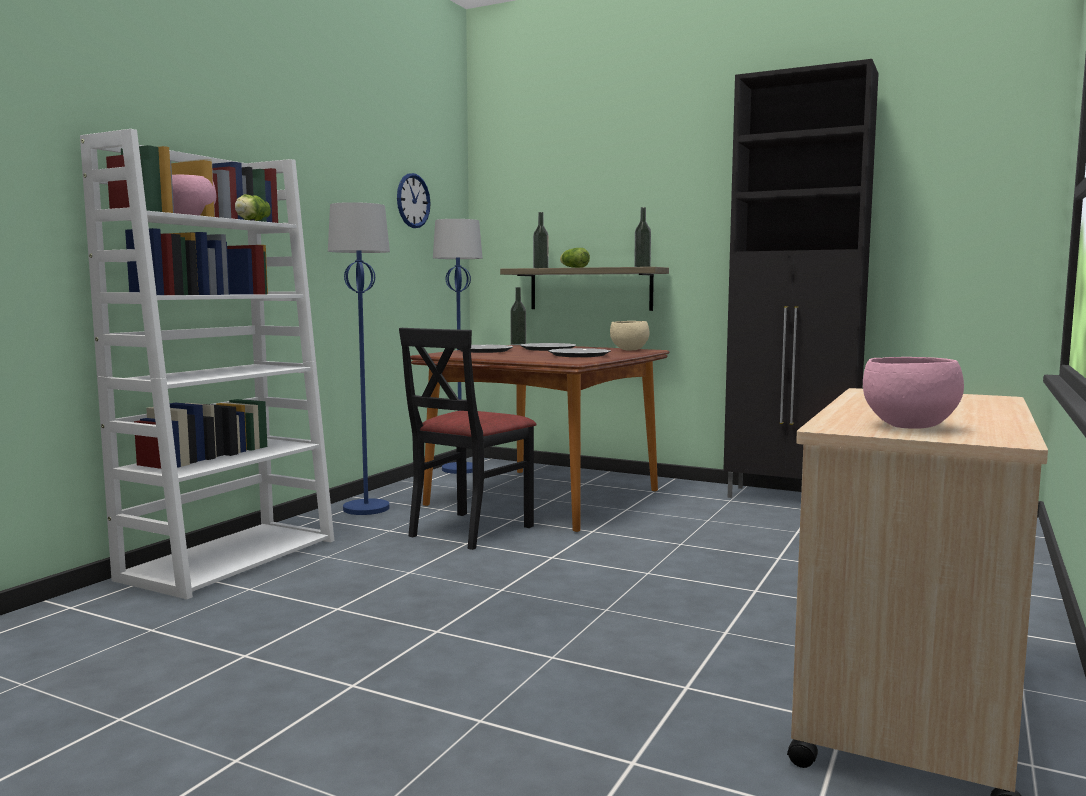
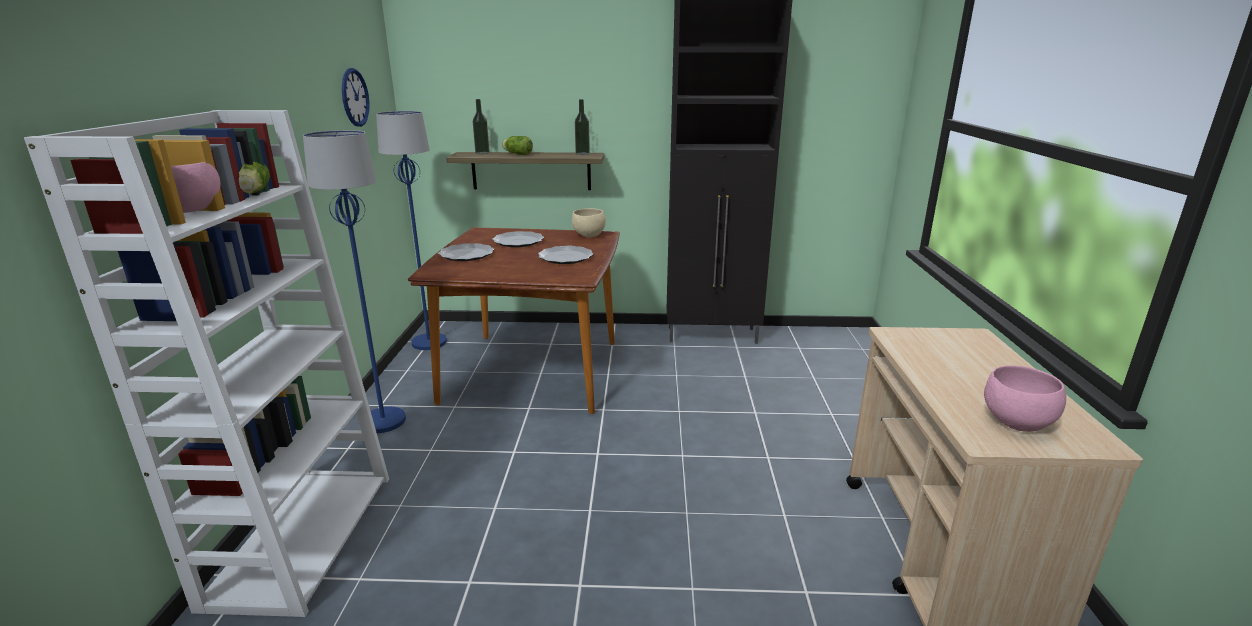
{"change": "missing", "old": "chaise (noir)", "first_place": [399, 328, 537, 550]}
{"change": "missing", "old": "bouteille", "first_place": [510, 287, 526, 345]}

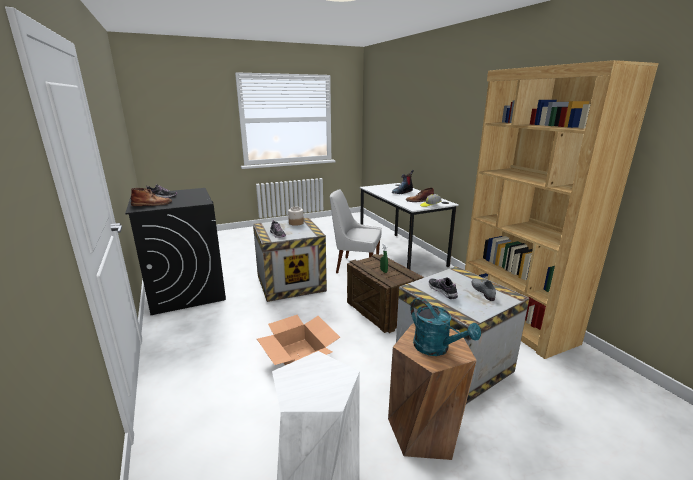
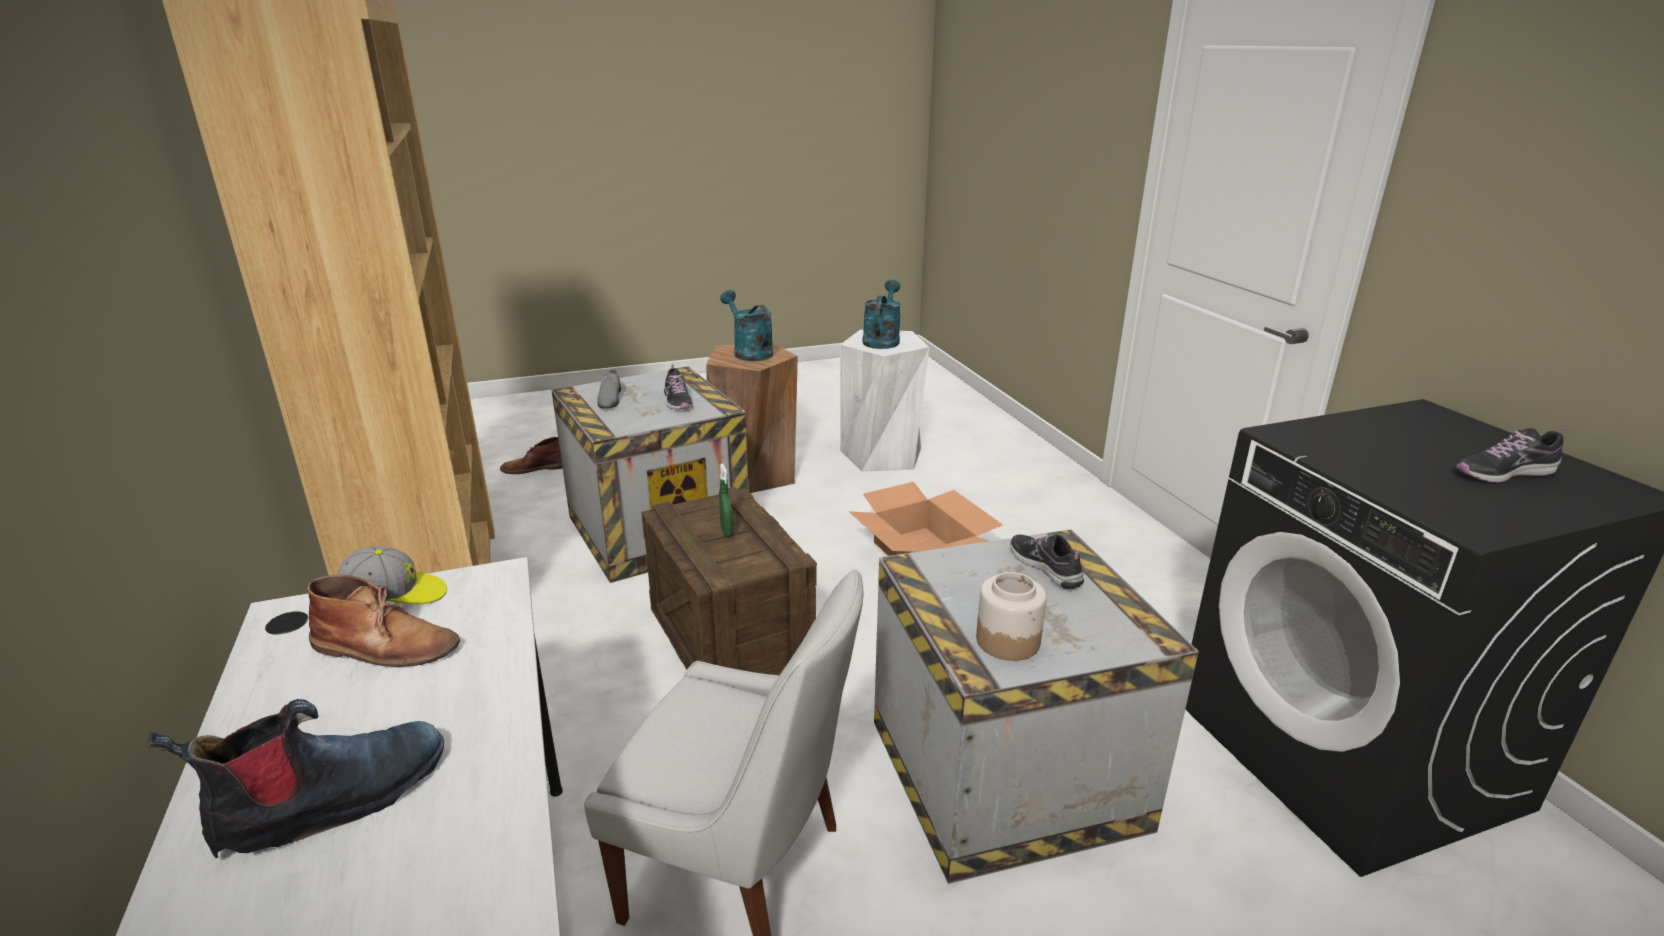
{"change": "appeared", "new": "arrosoir (turquoise)", "second_place": [862, 280, 901, 349]}
{"change": "relocated", "old": "botte (marron)", "first_place": [131, 188, 172, 206], "second_place": [500, 437, 563, 474]}

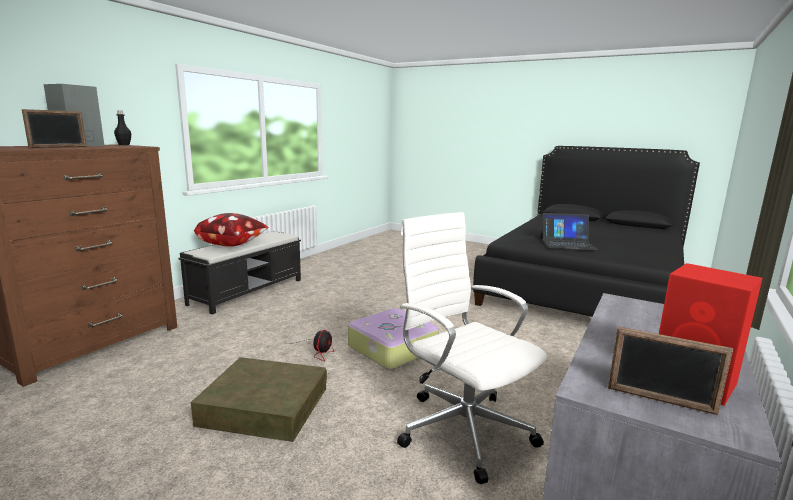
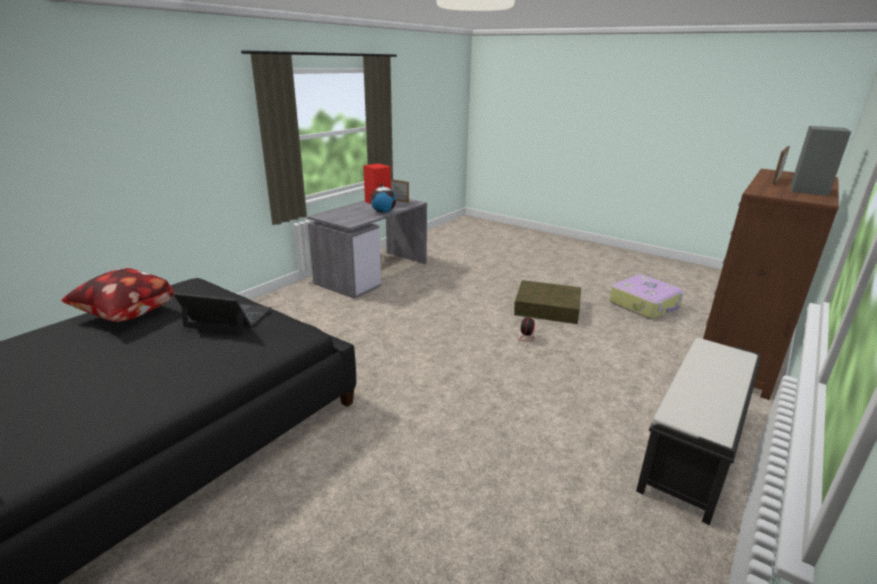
{"change": "missing", "old": "bouteille (noir)", "first_place": [114, 111, 131, 145]}
{"change": "missing", "old": "chaise de bureau (blanc)", "first_place": [397, 212, 547, 484]}
{"change": "appeared", "new": "globe", "second_place": [370, 183, 396, 213]}
{"change": "relocated", "old": "coussin", "first_place": [193, 213, 269, 247], "second_place": [61, 268, 174, 322]}
{"change": "relocated", "old": "valise", "first_place": [348, 308, 439, 370], "second_place": [609, 275, 684, 319]}

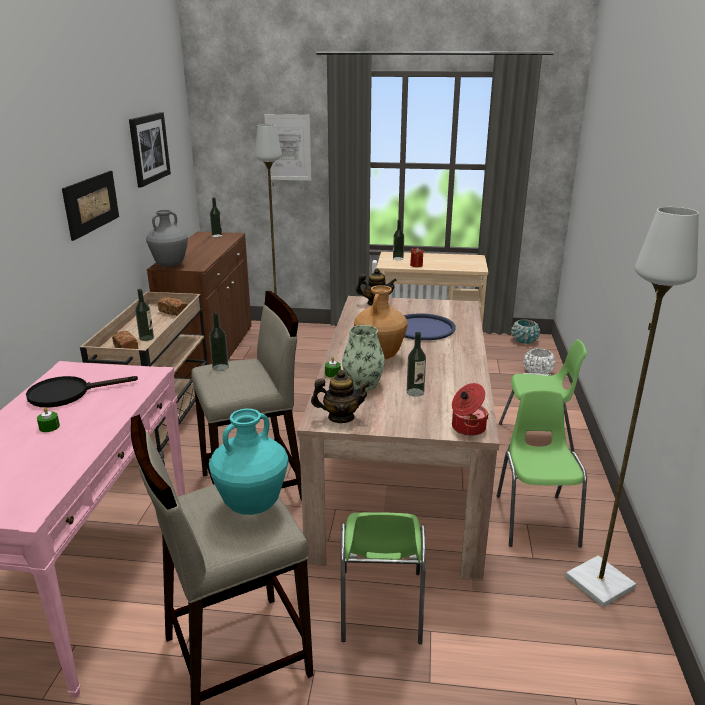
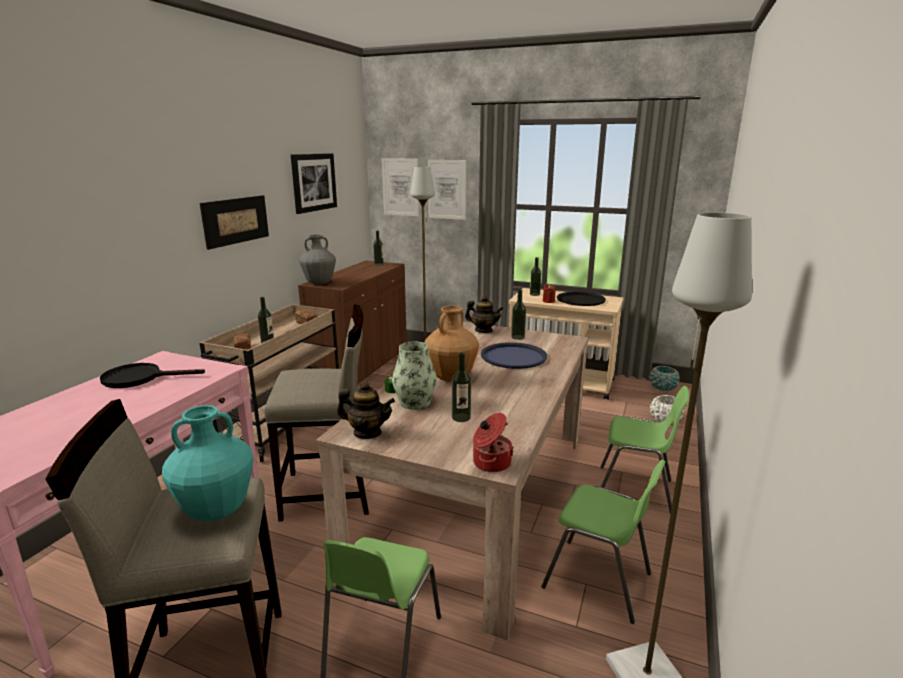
{"change": "missing", "old": "bougie (vert)", "first_place": [37, 407, 60, 432]}
{"change": "appeared", "new": "tableau", "second_place": [382, 158, 419, 216]}
{"change": "appeared", "new": "plateau (noir)", "second_place": [557, 292, 606, 306]}
{"change": "relocated", "old": "bouteille", "first_place": [209, 312, 229, 371], "second_place": [511, 290, 526, 340]}
{"change": "spun", "old": "chaise (vert)", "first_place": [497, 390, 587, 548], "second_place": [541, 460, 666, 624], "degrees": 105}

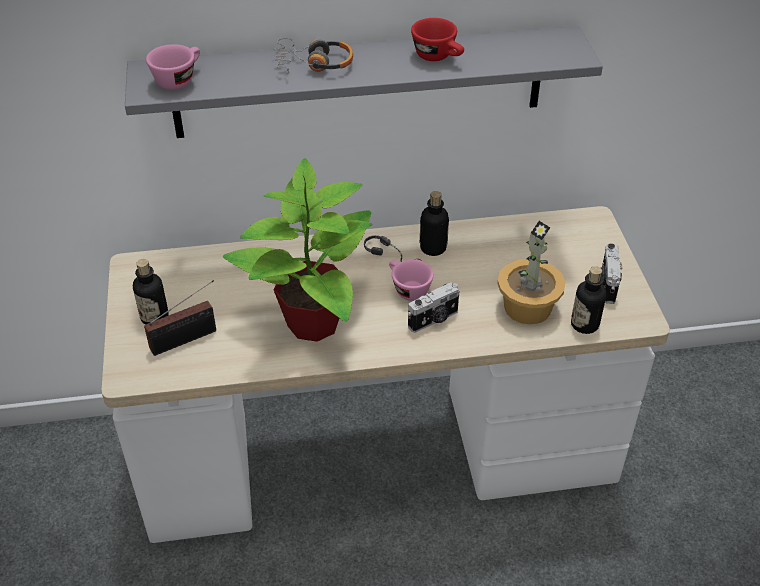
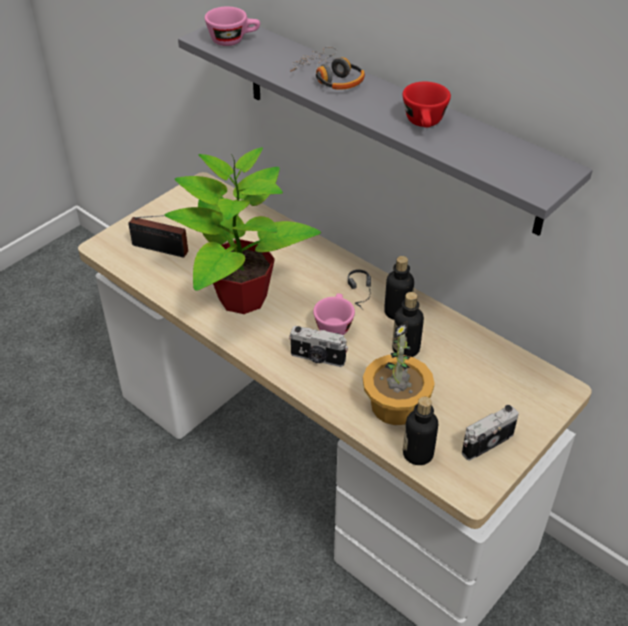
{"change": "relocated", "old": "bouteille", "first_place": [133, 259, 169, 325], "second_place": [392, 292, 424, 357]}

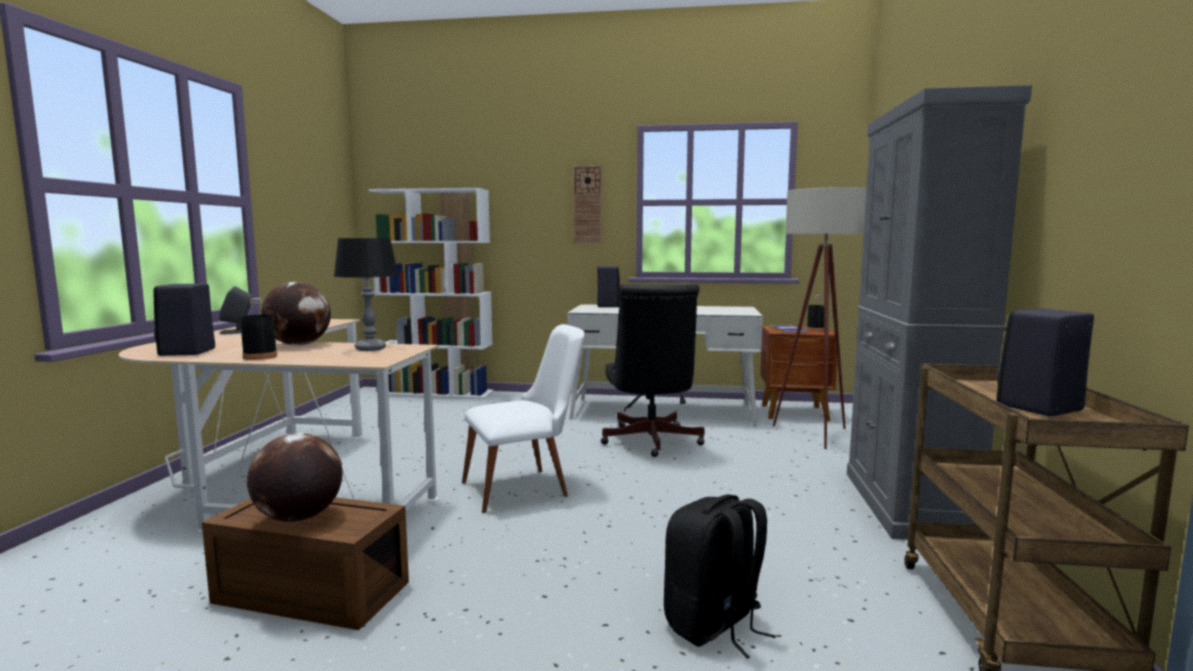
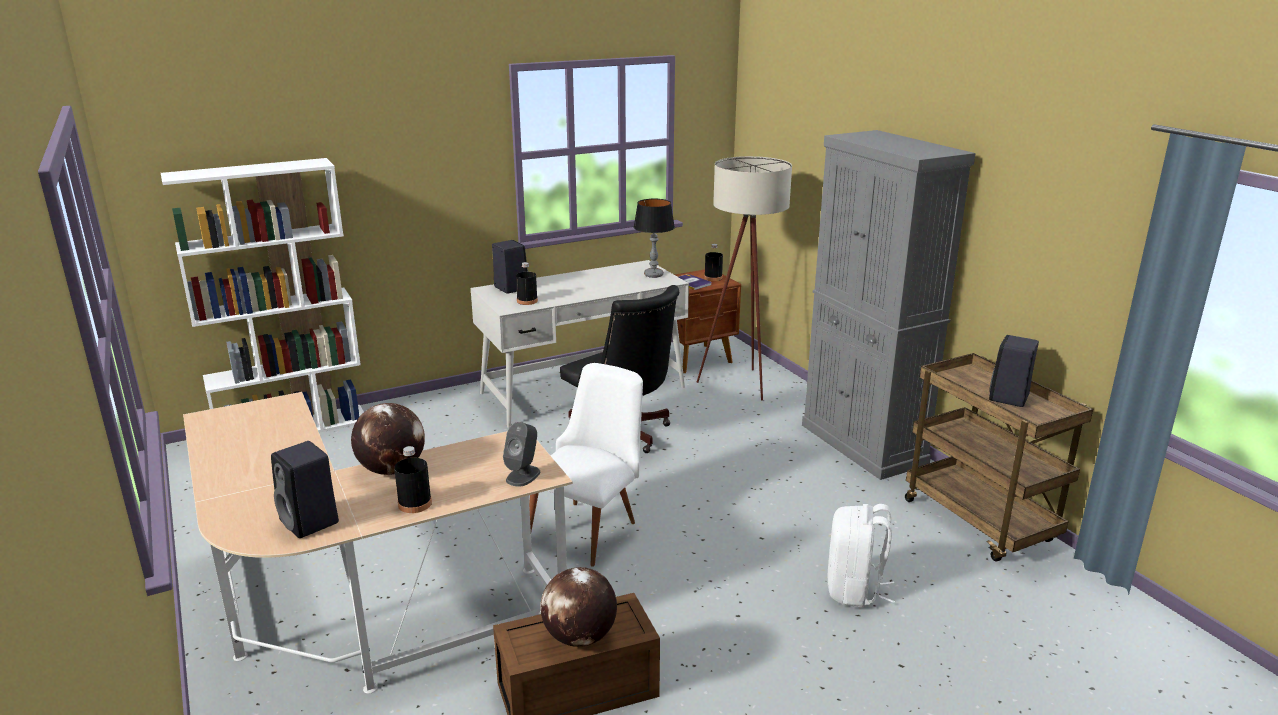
{"change": "missing", "old": "horloge murale", "first_place": [573, 165, 602, 244]}
{"change": "appeared", "new": "bouteille (noir)", "second_place": [516, 262, 538, 305]}
{"change": "relocated", "old": "enceinte (gris)", "first_place": [219, 286, 253, 334], "second_place": [503, 422, 540, 487]}
{"change": "relocated", "old": "lampe de table", "first_place": [334, 238, 399, 351], "second_place": [633, 199, 675, 278]}
{"change": "colour", "old": "sac à dos (noir)", "new": "sac à dos (blanc)", "first_place": [664, 494, 776, 659], "second_place": [828, 504, 895, 608]}

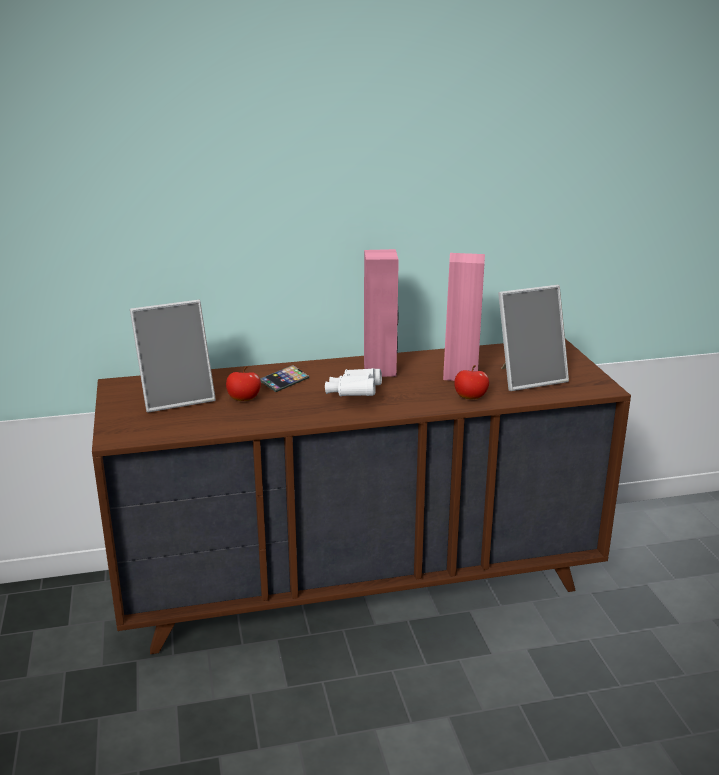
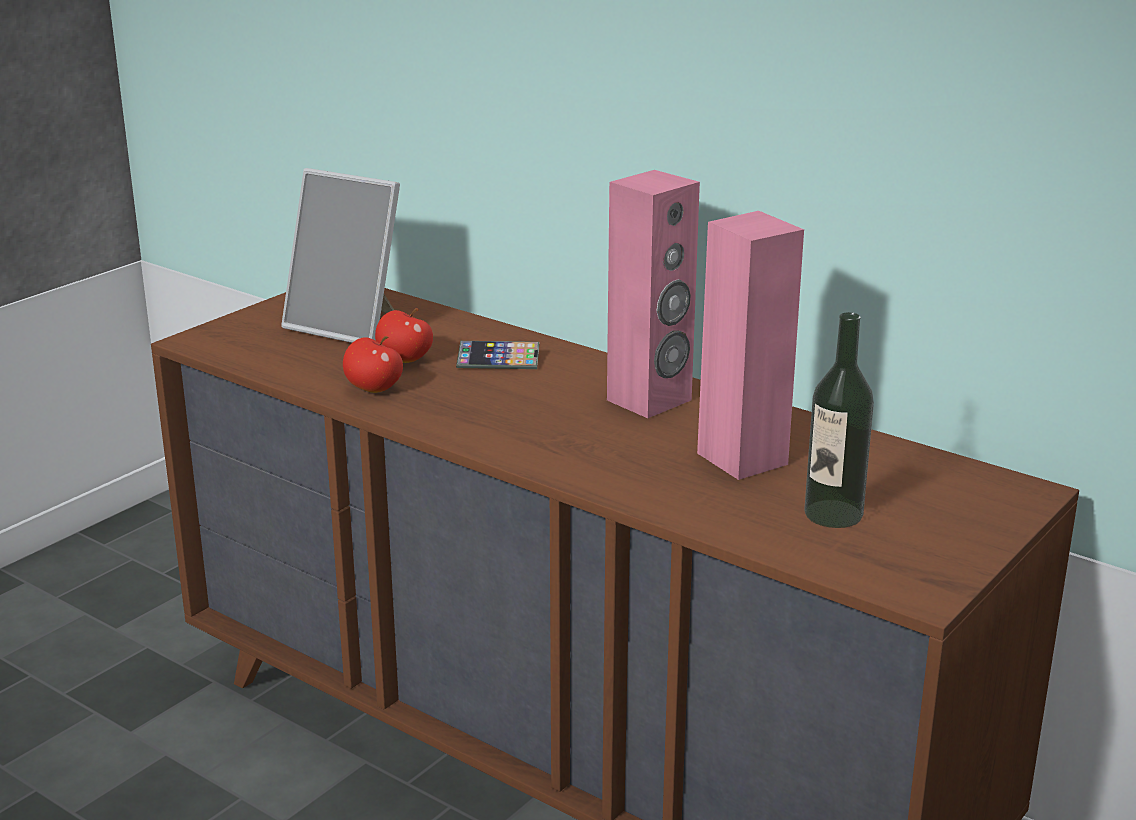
{"change": "missing", "old": "jumelles (blanc)", "first_place": [325, 368, 382, 396]}
{"change": "relocated", "old": "pomme", "first_place": [454, 365, 489, 399], "second_place": [343, 336, 403, 393]}
{"change": "exchanged", "old": "cadre photo", "new": "bouteille", "first_place": [498, 285, 569, 391], "second_place": [805, 312, 874, 528]}

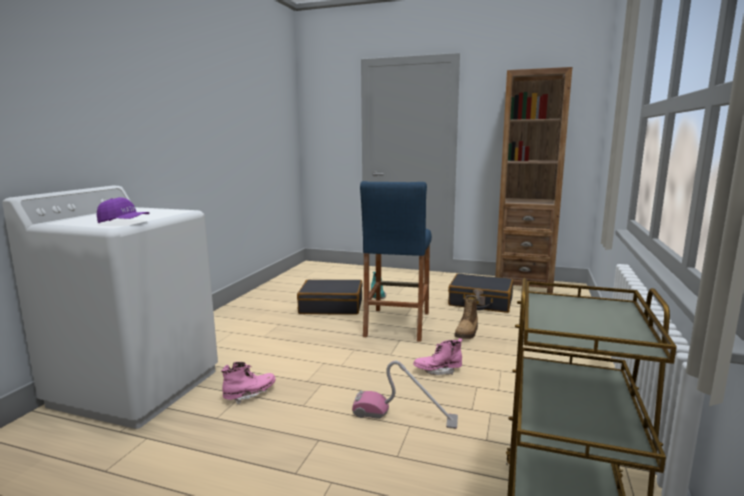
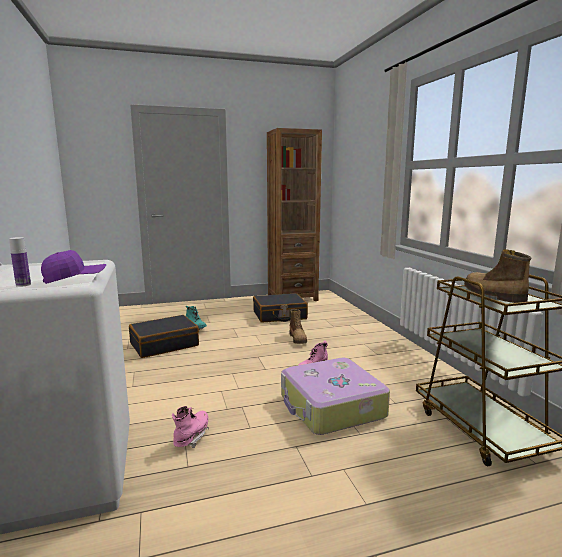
{"change": "missing", "old": "tabouret (bleu)", "first_place": [360, 181, 432, 342]}
{"change": "appeared", "new": "bouteille", "second_place": [9, 237, 31, 287]}
{"change": "appeared", "new": "botte", "second_place": [464, 249, 532, 303]}
{"change": "exchanged", "old": "aspirateur", "new": "valise", "first_place": [352, 361, 458, 429], "second_place": [281, 358, 390, 435]}

